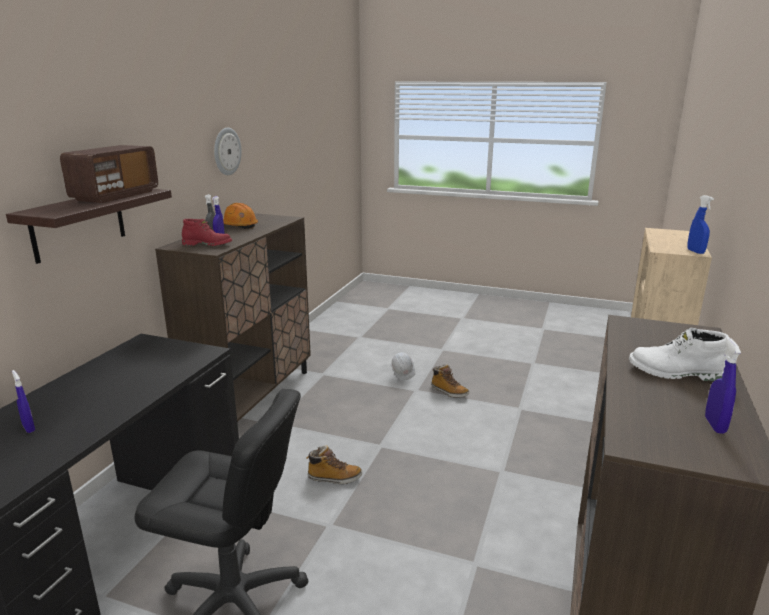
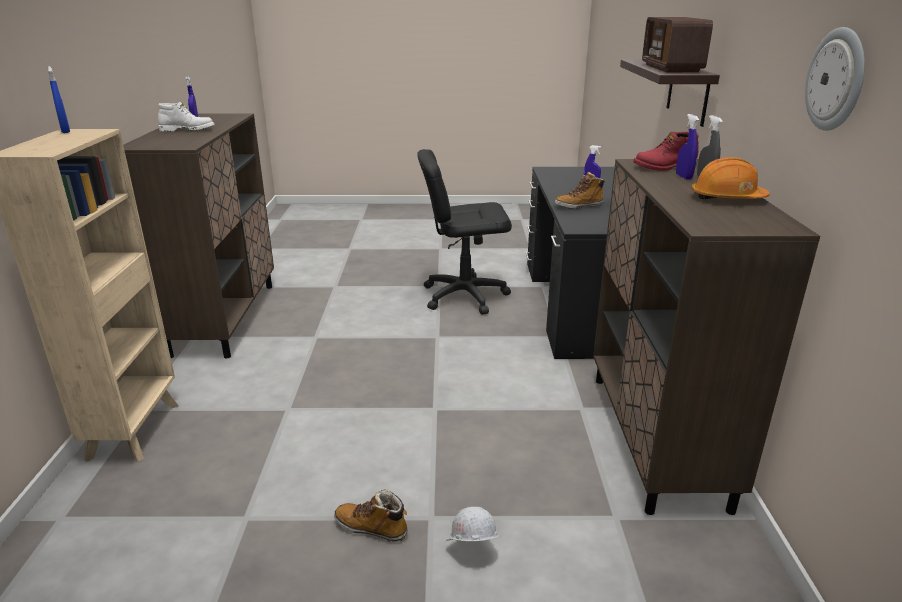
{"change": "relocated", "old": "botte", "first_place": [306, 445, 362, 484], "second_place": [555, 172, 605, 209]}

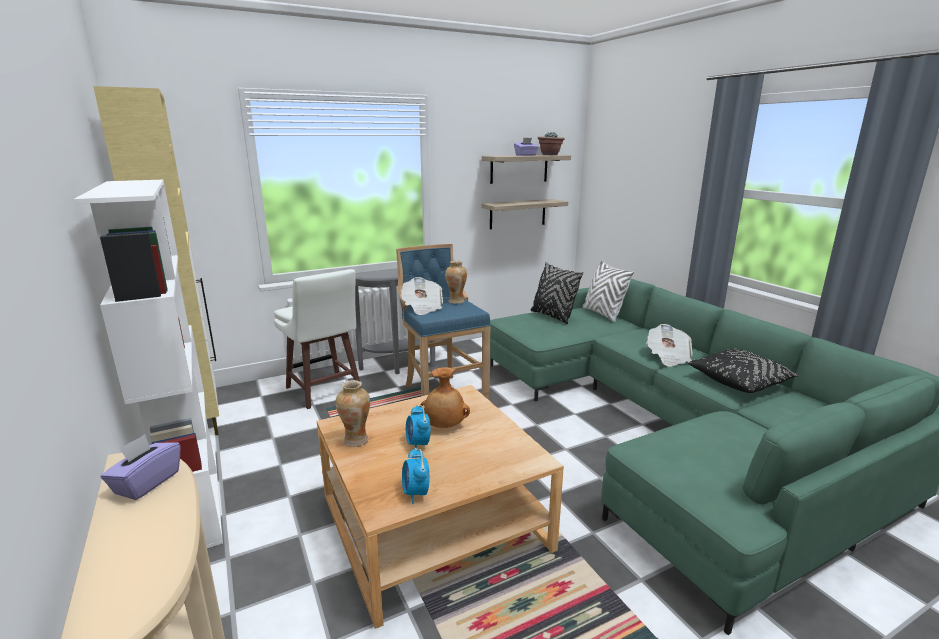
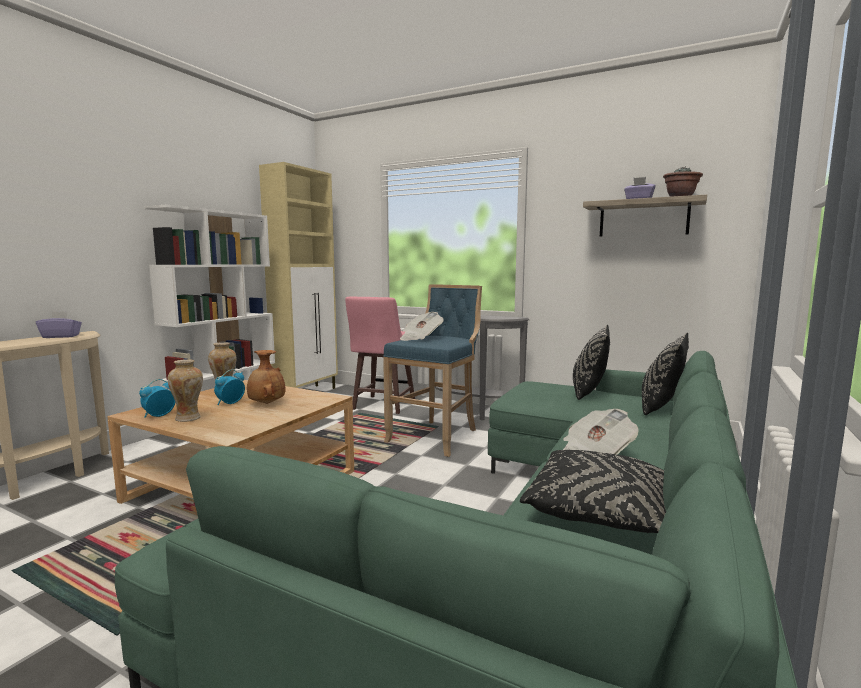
{"change": "missing", "old": "étagère", "first_place": [481, 199, 568, 229]}
{"change": "relocated", "old": "vase", "first_place": [445, 261, 467, 304], "second_place": [168, 359, 203, 422]}
{"change": "colour", "old": "tabouret (blanc)", "new": "tabouret (rose)", "first_place": [274, 269, 360, 409], "second_place": [345, 297, 415, 414]}
{"change": "colour", "old": "coussin (blanc)", "new": "coussin (noir)", "first_place": [583, 260, 634, 322], "second_place": [642, 333, 689, 415]}

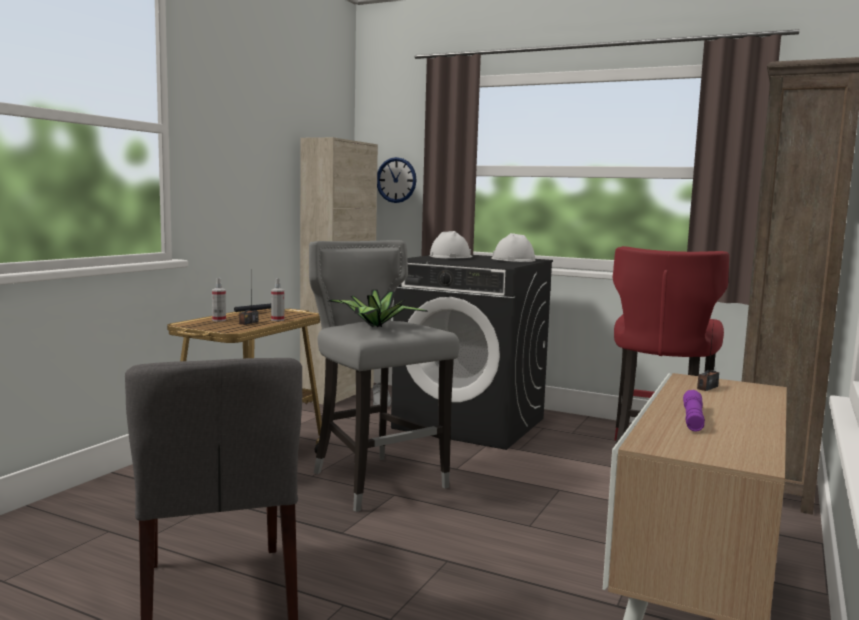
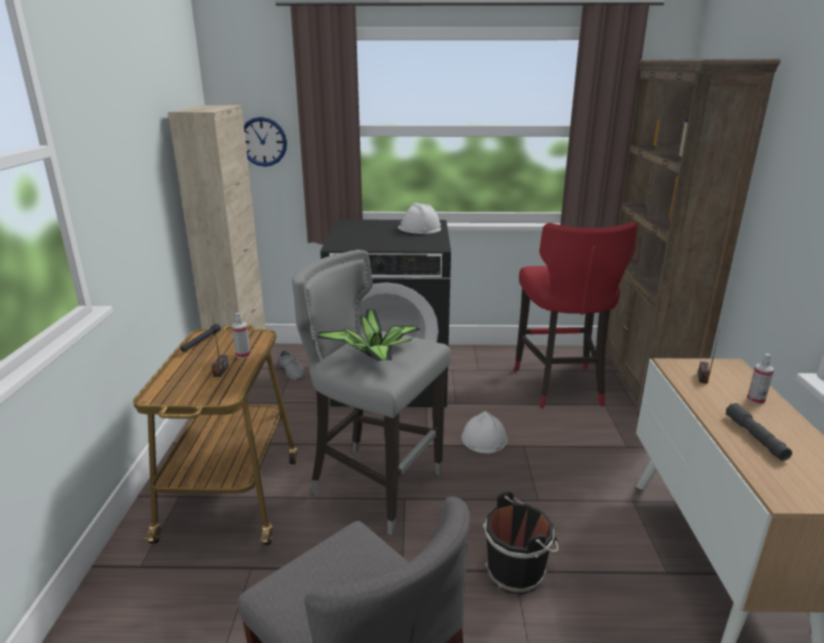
{"change": "appeared", "new": "seau (noir)", "second_place": [483, 492, 558, 595]}
{"change": "relocated", "old": "vaporisateur", "first_place": [212, 278, 226, 321], "second_place": [747, 353, 774, 405]}
{"change": "relocated", "old": "casque de chantier (blanc)", "first_place": [429, 231, 473, 258], "second_place": [462, 411, 508, 453]}
{"change": "colour", "old": "lampe de poche (violet)", "new": "lampe de poche (gris)", "first_place": [683, 390, 705, 431], "second_place": [726, 403, 792, 461]}

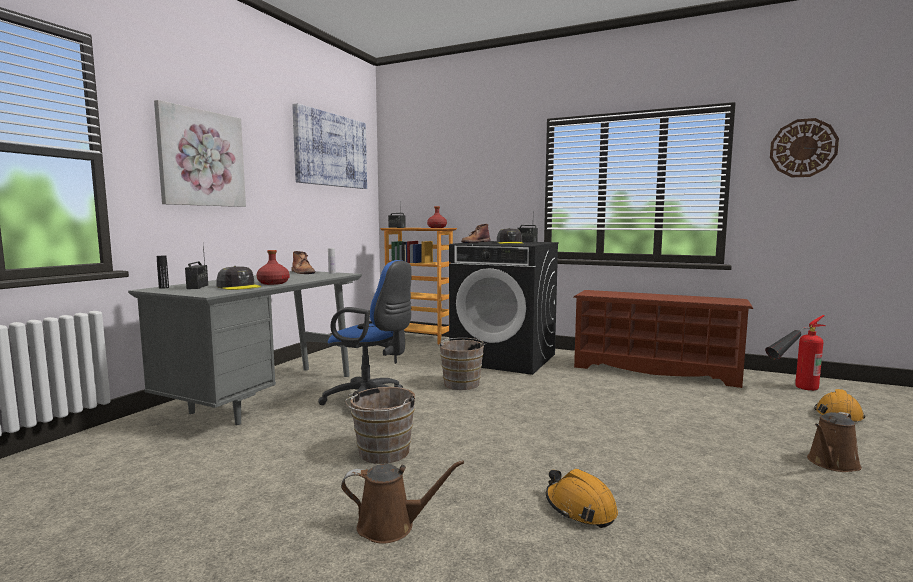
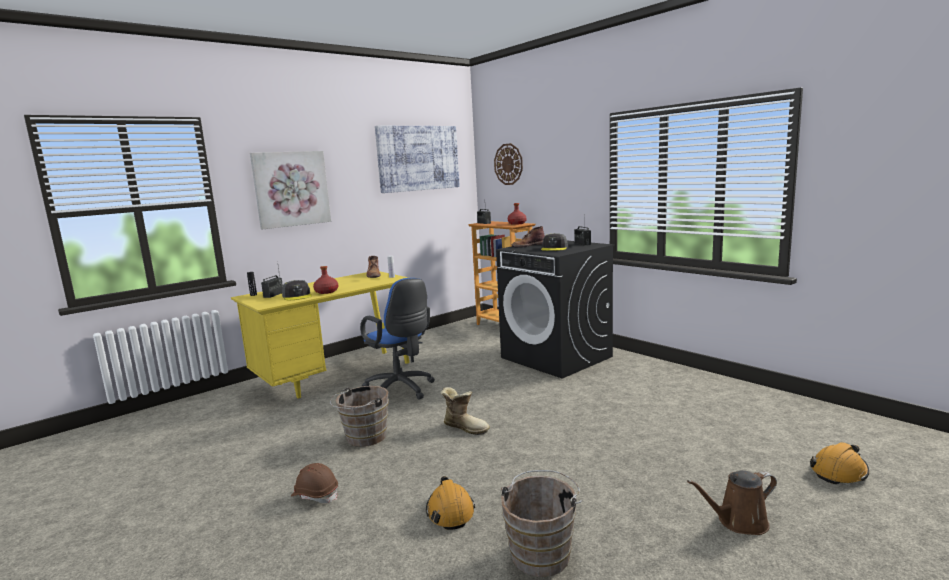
{"change": "missing", "old": "étagère à chaussures (marron)", "first_place": [573, 290, 753, 388]}
{"change": "missing", "old": "extincteur", "first_place": [765, 315, 826, 391]}
{"change": "appeared", "new": "botte", "second_place": [440, 387, 490, 435]}
{"change": "relocated", "old": "seau (marron)", "first_place": [437, 338, 487, 390], "second_place": [501, 470, 582, 577]}
{"change": "relocated", "old": "horloge murale", "first_place": [770, 118, 839, 177], "second_place": [494, 143, 523, 185]}
{"change": "exchanged", "old": "arrosoir (marron)", "new": "casque de chantier (marron)", "first_place": [341, 460, 464, 544], "second_place": [291, 463, 338, 503]}
{"change": "colour", "old": "bureau (gris)", "new": "bureau (jaune)", "first_place": [128, 271, 362, 425], "second_place": [231, 271, 410, 399]}

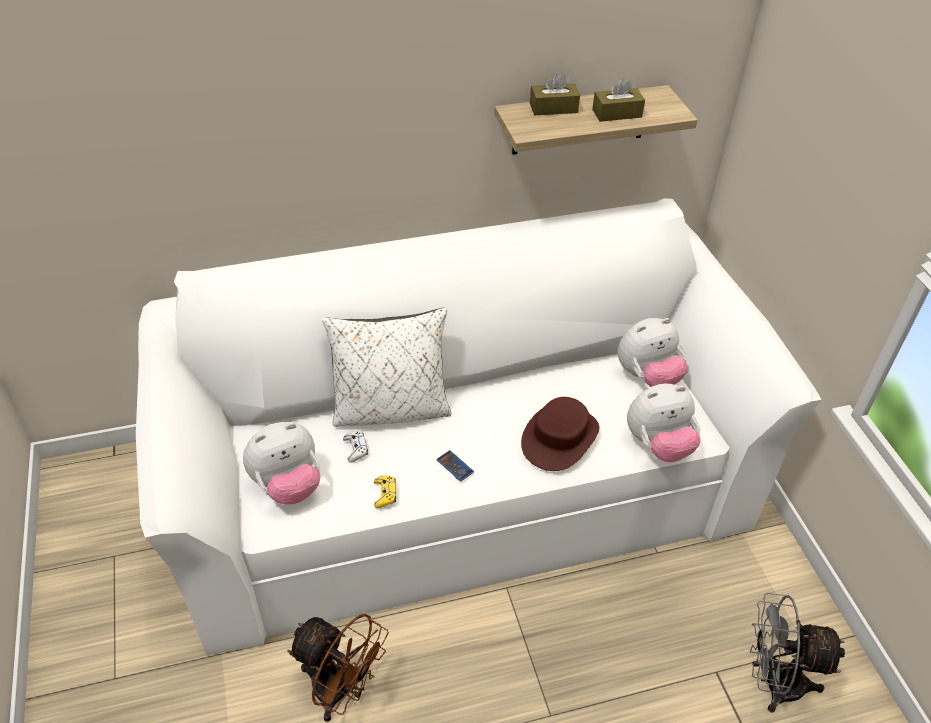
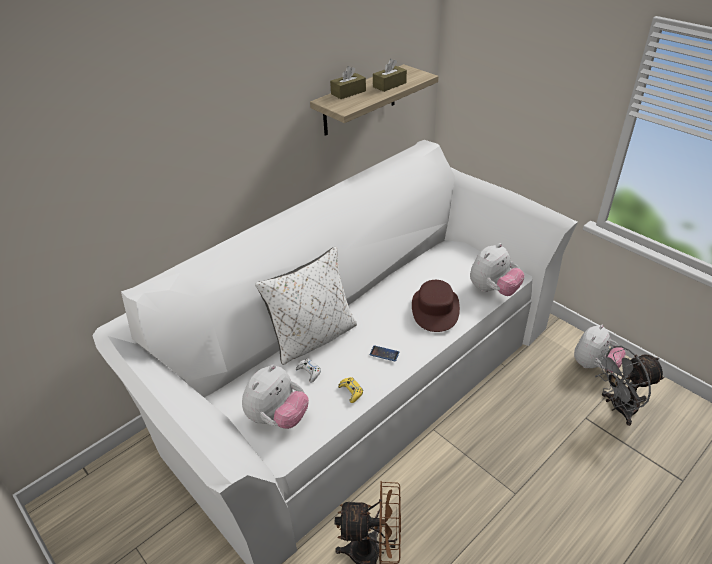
{"change": "relocated", "old": "peluche", "first_place": [618, 318, 688, 387], "second_place": [574, 325, 626, 373]}

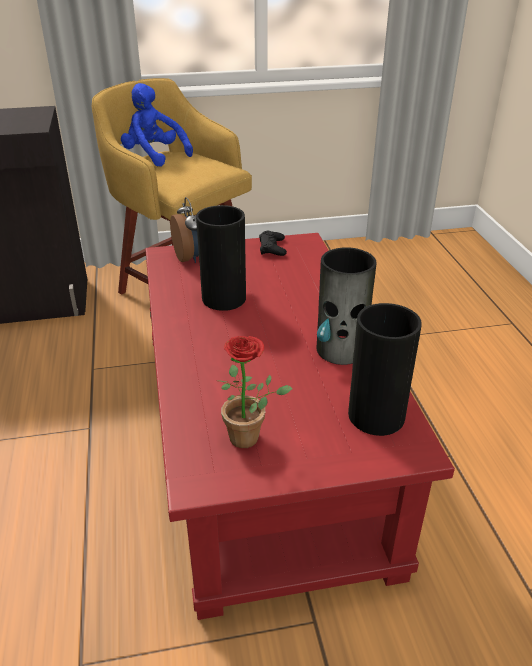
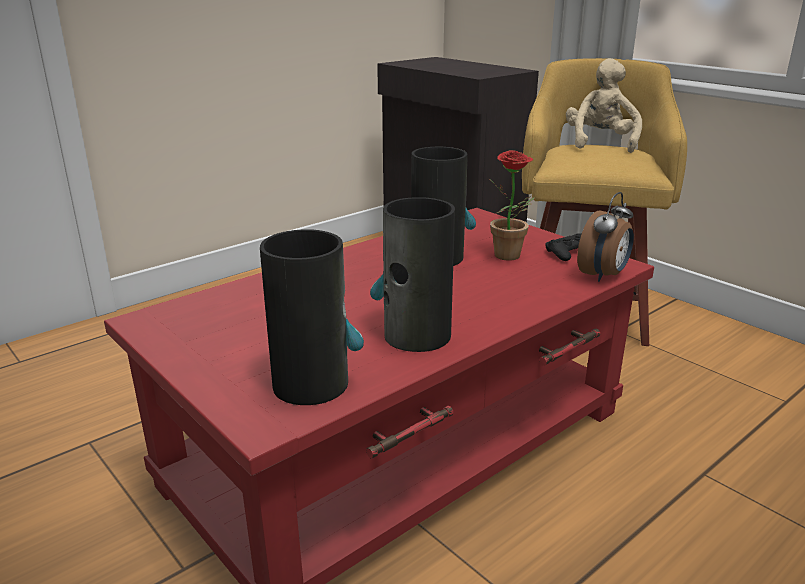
{"change": "relocated", "old": "réveil", "first_place": [170, 197, 199, 263], "second_place": [577, 192, 634, 282]}
{"change": "relocated", "old": "plante en pot", "first_place": [217, 336, 292, 448], "second_place": [489, 150, 535, 261]}
{"change": "colour", "old": "peluche (bleu)", "new": "peluche (beige)", "first_place": [121, 83, 193, 167], "second_place": [566, 58, 642, 153]}

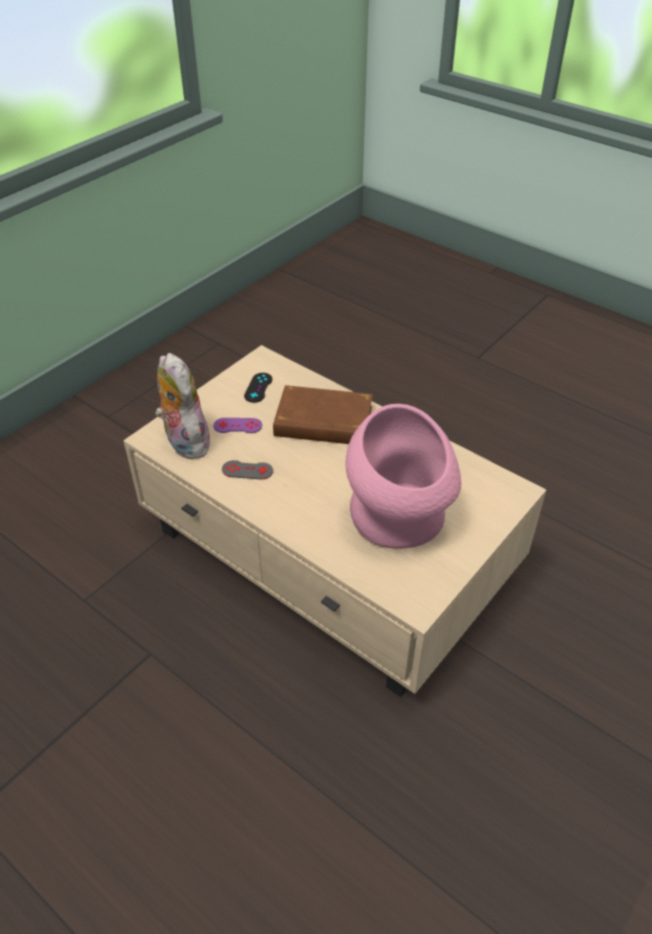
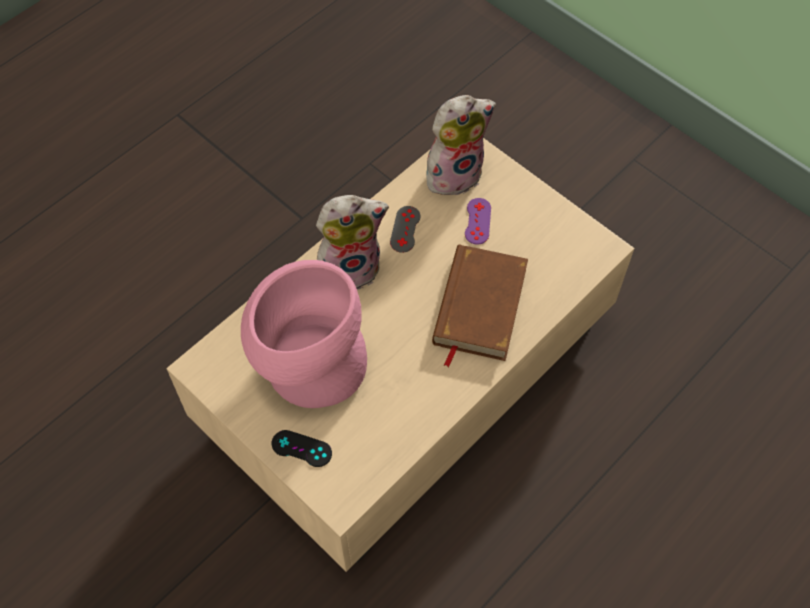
{"change": "appeared", "new": "peluche", "second_place": [316, 195, 389, 290]}
{"change": "relocated", "old": "manette (noir)", "first_place": [244, 373, 272, 403], "second_place": [272, 430, 332, 467]}

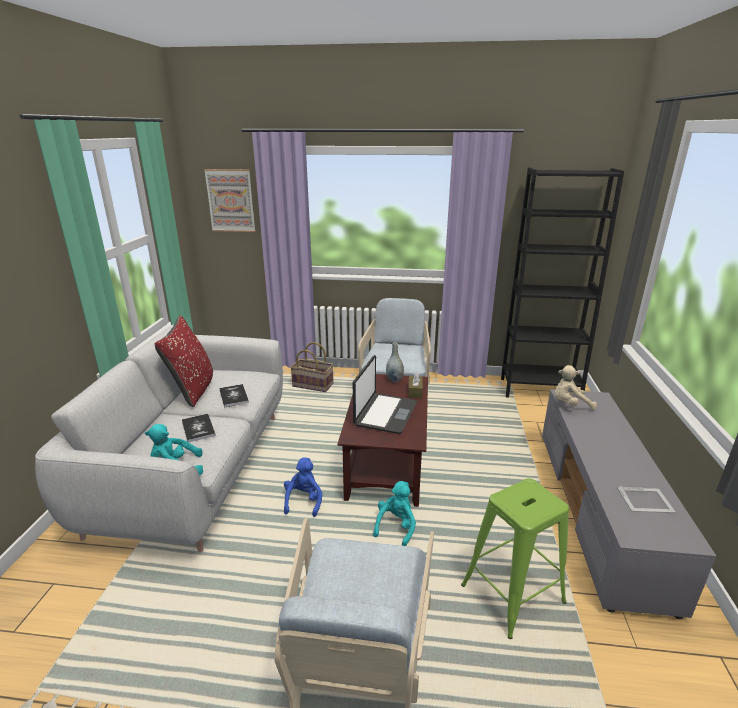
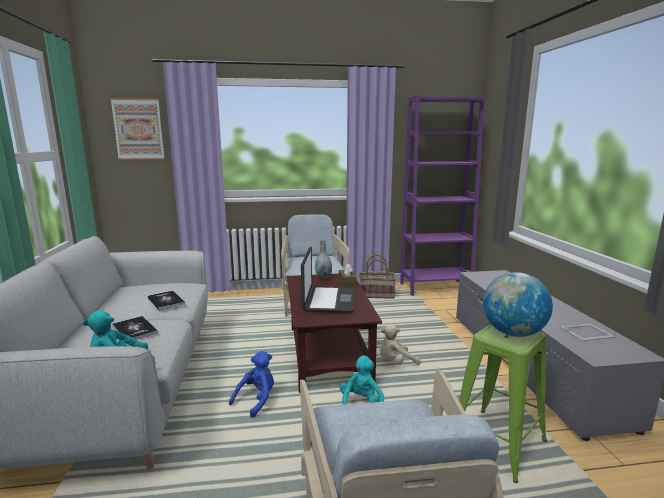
{"change": "missing", "old": "coussin (rouge)", "first_place": [155, 316, 213, 407]}
{"change": "appeared", "new": "globe", "second_place": [483, 272, 553, 337]}
{"change": "relocated", "old": "panier", "first_place": [290, 342, 334, 392], "second_place": [359, 254, 396, 299]}
{"change": "relocated", "old": "peluche (beige)", "first_place": [555, 365, 597, 410], "second_place": [380, 324, 421, 365]}
{"change": "colour", "old": "bibliothèque (noir)", "new": "bibliothèque (violet)", "first_place": [501, 168, 624, 398], "second_place": [400, 95, 485, 296]}
{"change": "spun", "old": "peluche (bleu)", "first_place": [284, 457, 322, 517], "second_place": [229, 351, 274, 418], "degrees": 45}

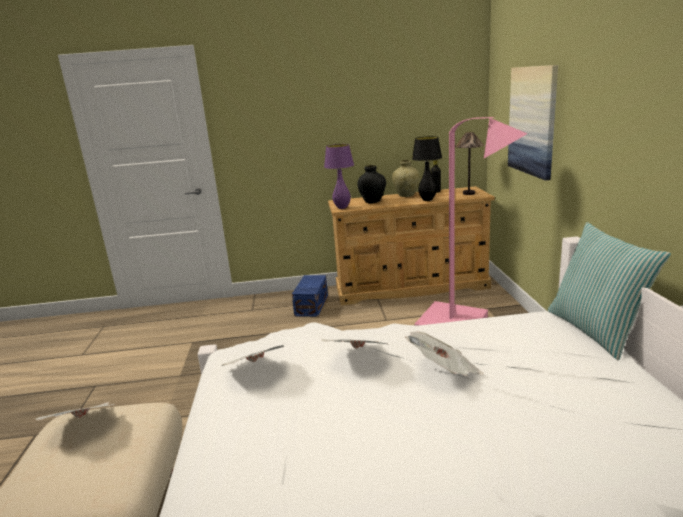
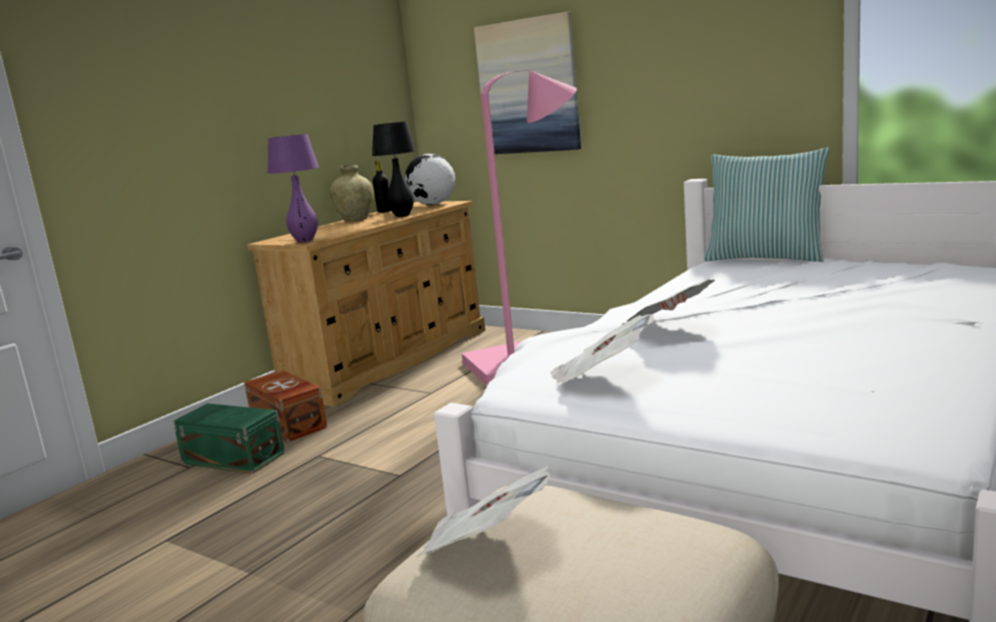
{"change": "missing", "old": "vase (noir)", "first_place": [357, 165, 386, 203]}
{"change": "missing", "old": "journal", "first_place": [405, 332, 484, 376]}
{"change": "appeared", "new": "boîte de rangement (vert)", "second_place": [173, 403, 285, 474]}
{"change": "exchanged", "old": "lampe de table", "new": "globe", "first_place": [455, 132, 484, 195], "second_place": [405, 154, 455, 205]}
{"change": "colour", "old": "boîte de rangement (bleu)", "new": "boîte de rangement (marron)", "first_place": [292, 275, 328, 317], "second_place": [244, 370, 327, 442]}

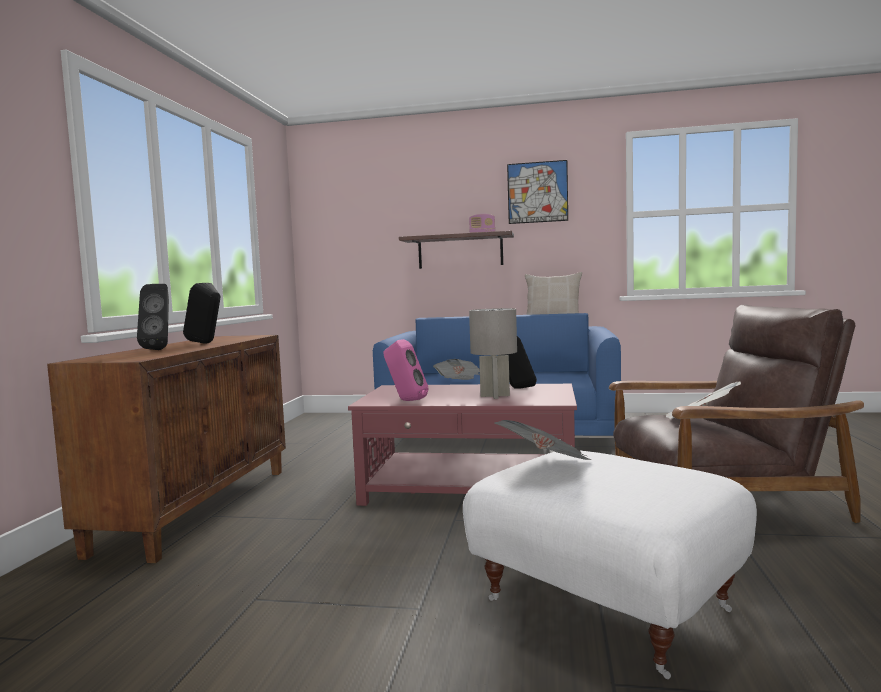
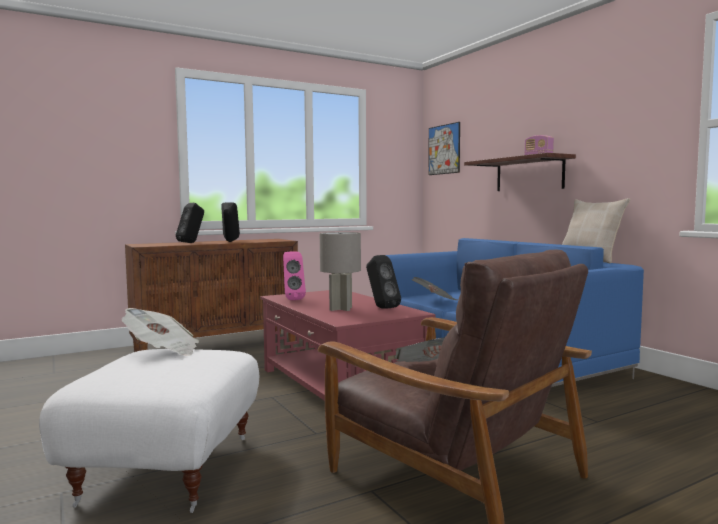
{"change": "relocated", "old": "tableau", "first_place": [507, 160, 568, 224], "second_place": [428, 122, 460, 175]}

